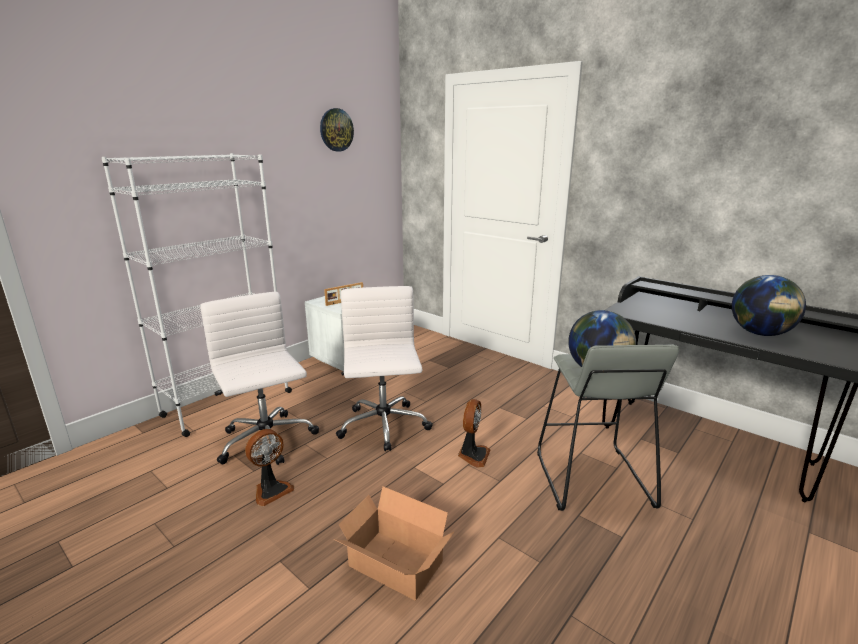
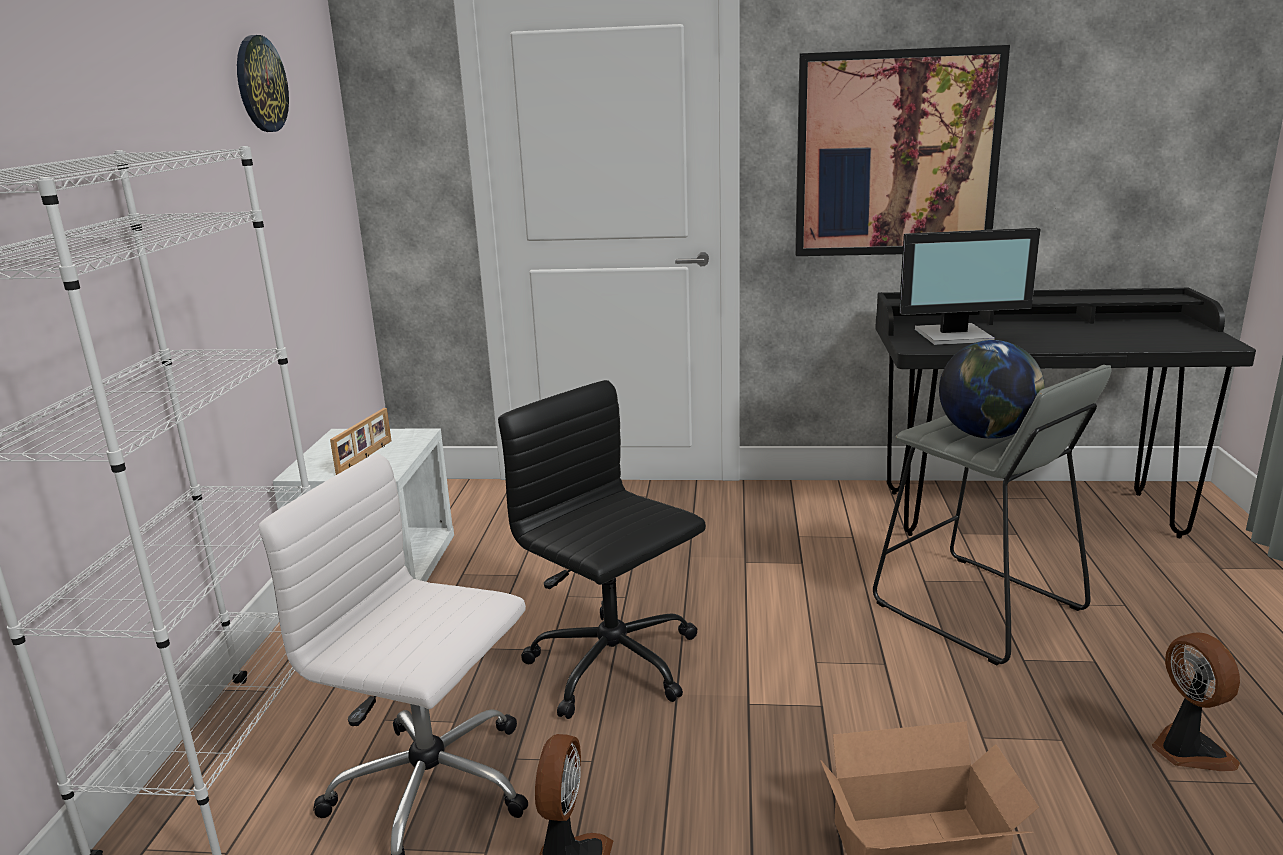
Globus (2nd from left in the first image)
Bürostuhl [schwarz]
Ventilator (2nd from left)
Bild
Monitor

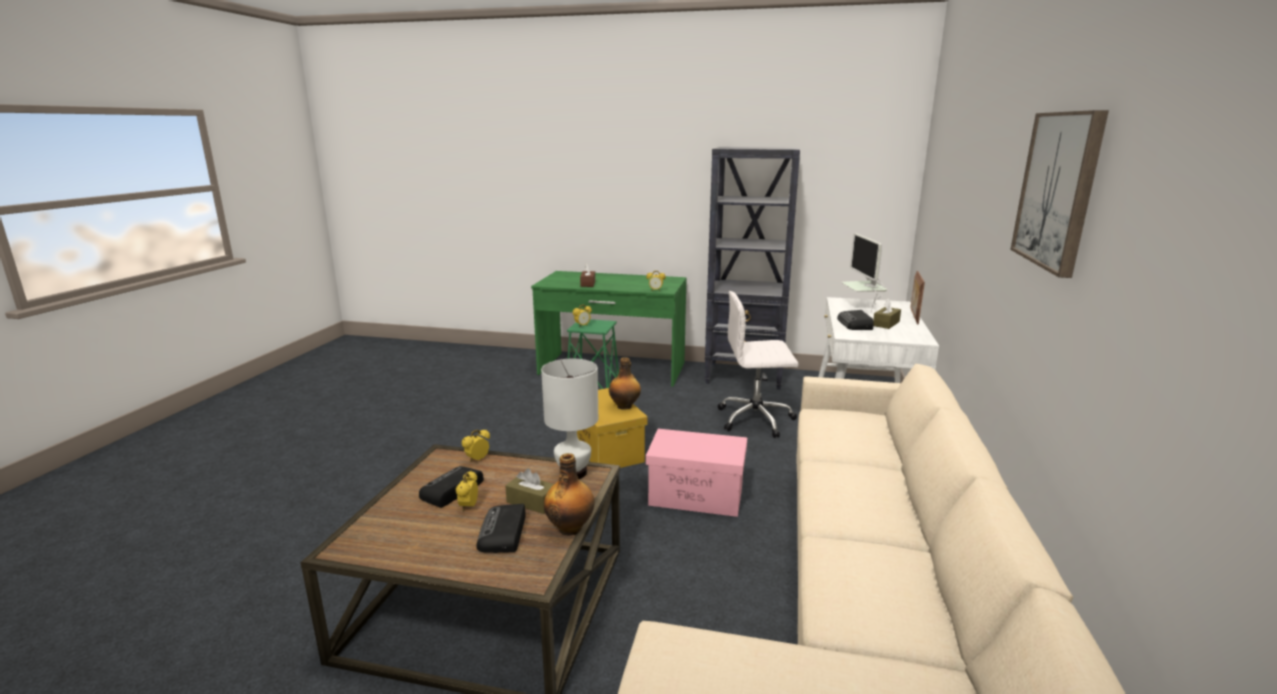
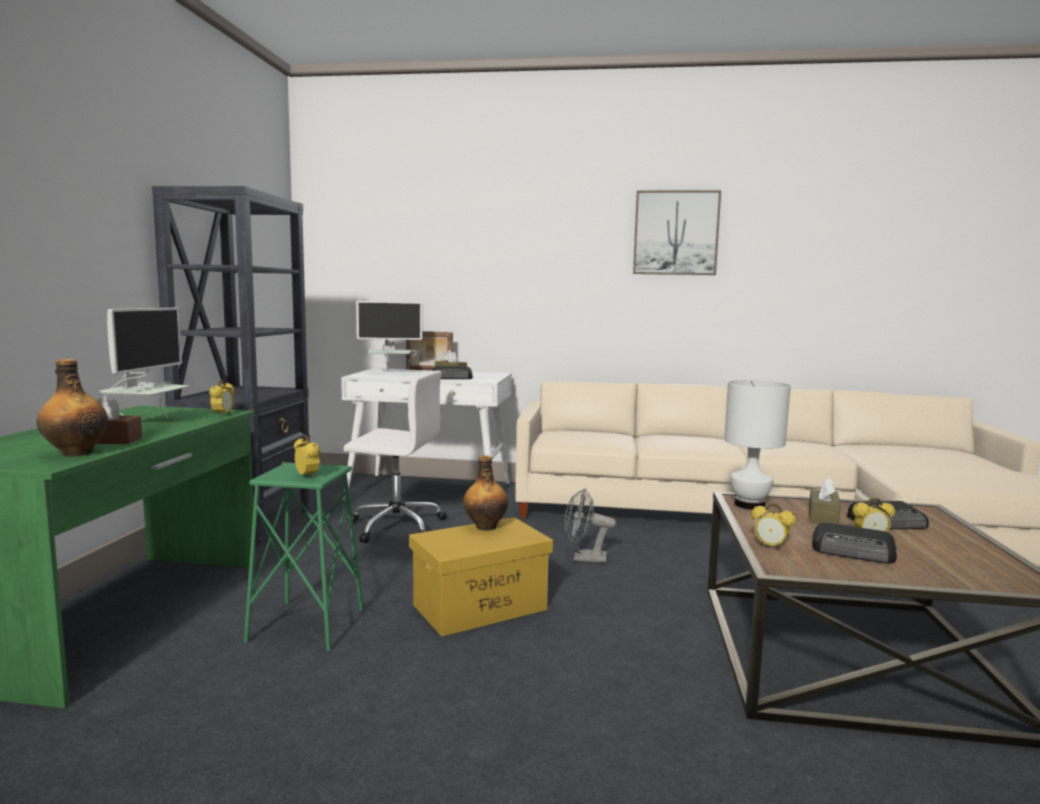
Bürostuhl [weiß]
Ventilator [grau]
Flasche (1st from left)
Monitor (1st from left)

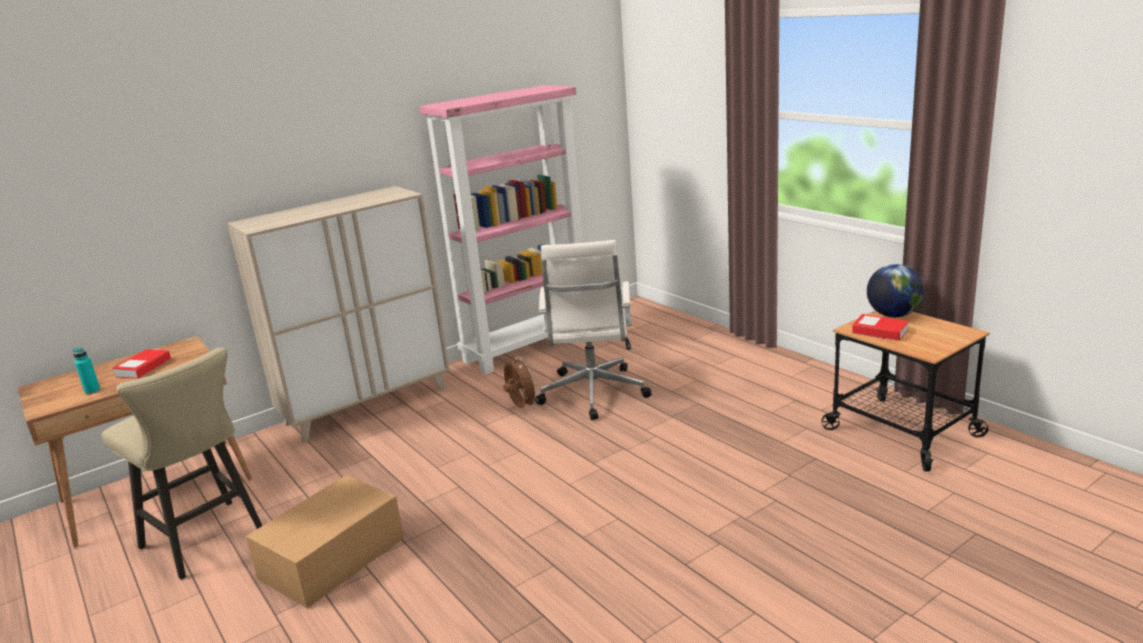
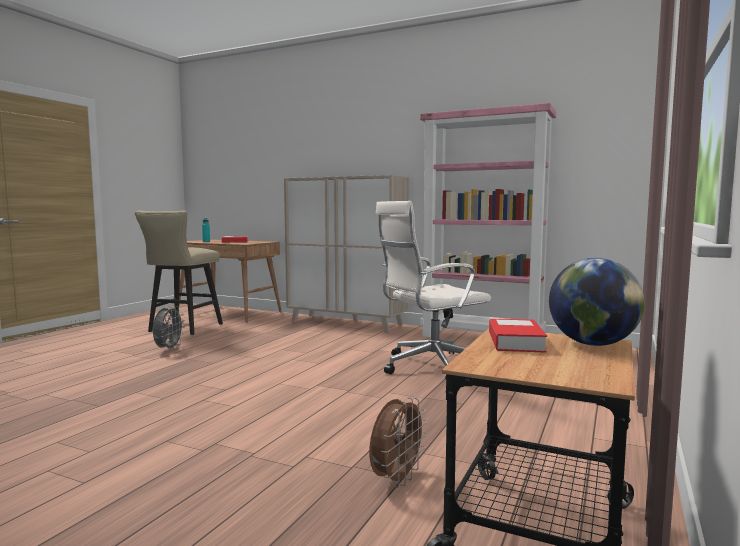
Ventilator [braun]
Ventilator [grau]

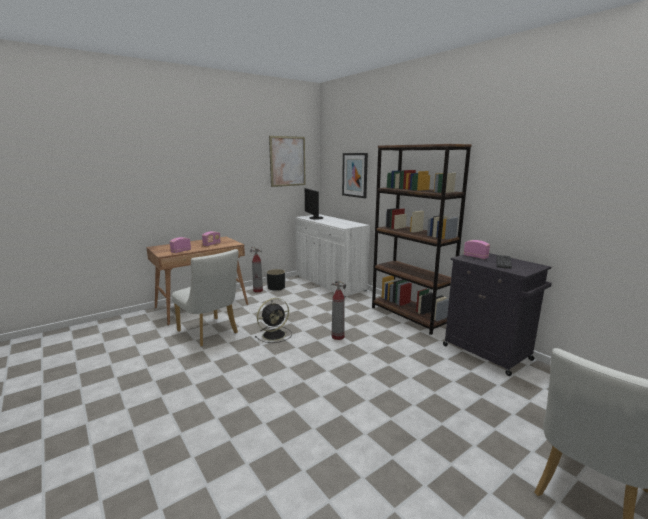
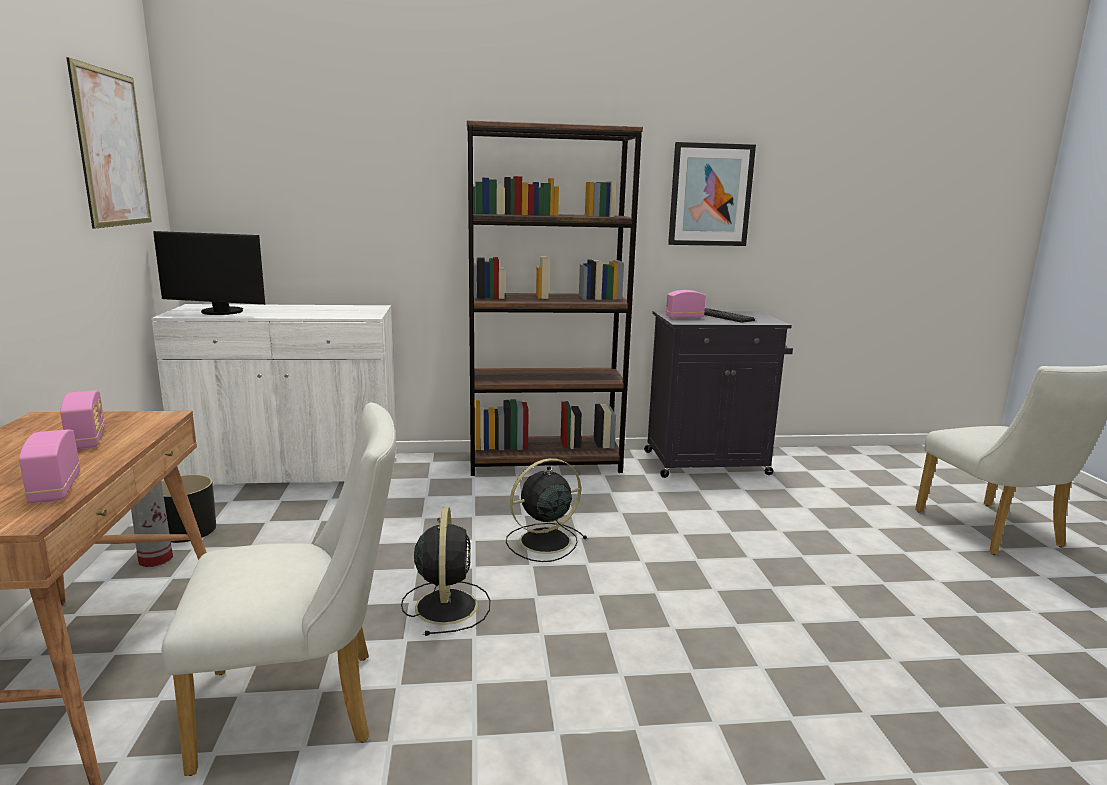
Bild (2nd from left)
Ventilator [schwarz] (2nd from left)

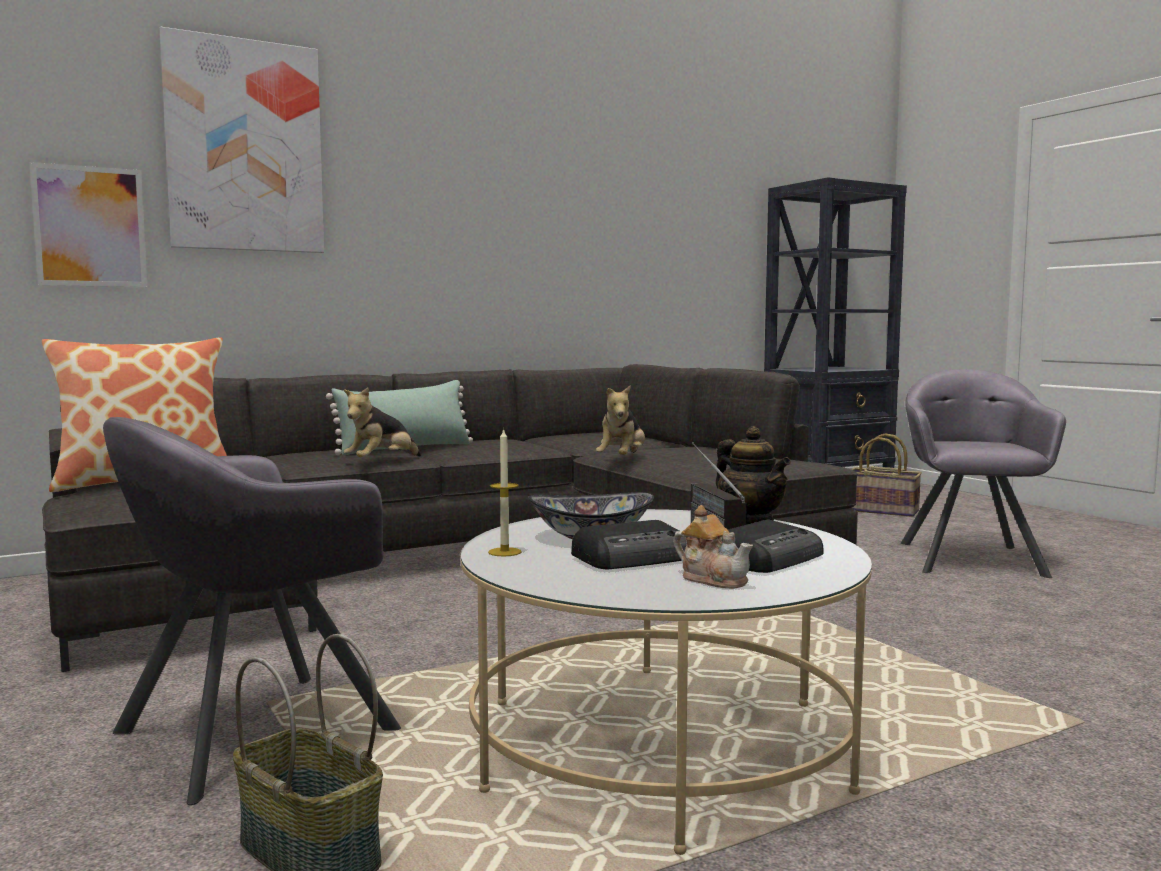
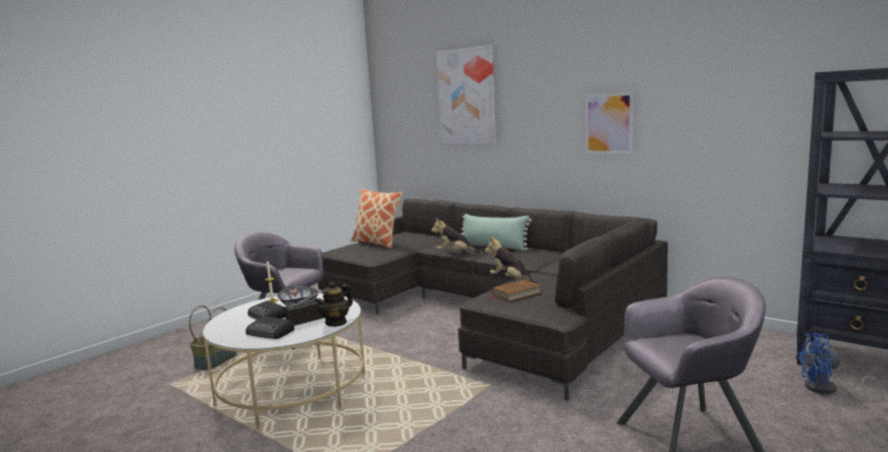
Bild (2nd from left)
Plüschtier (2nd from left)
Ventilator [blau]
Teekanne (1st from left in the first image)
Buch [braun]

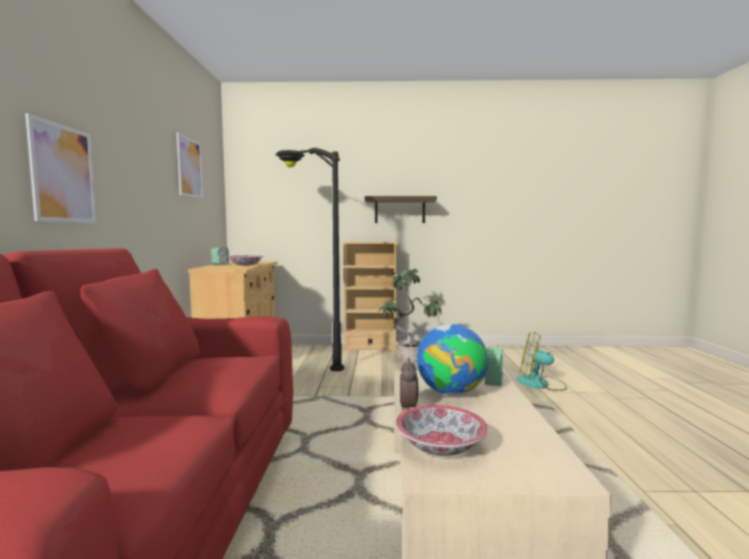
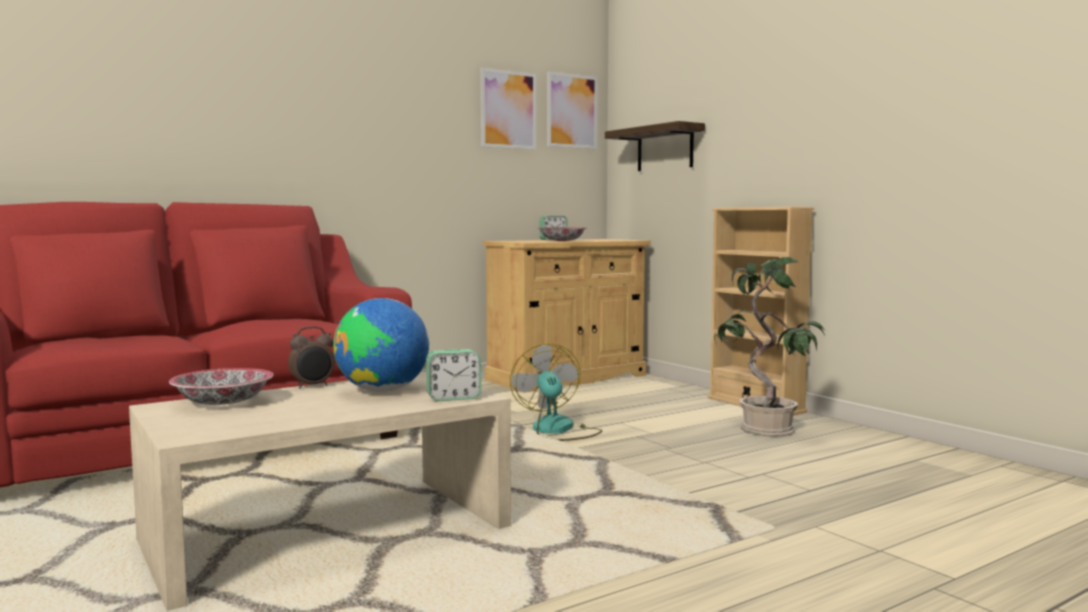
Bild (2nd from left)
Stehlampe [schwarz]
Wandregal
Ventilator

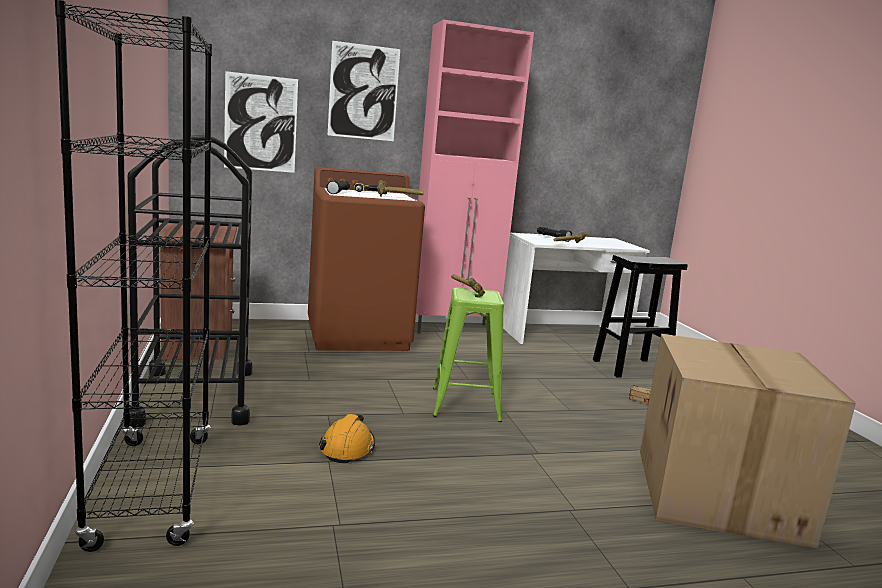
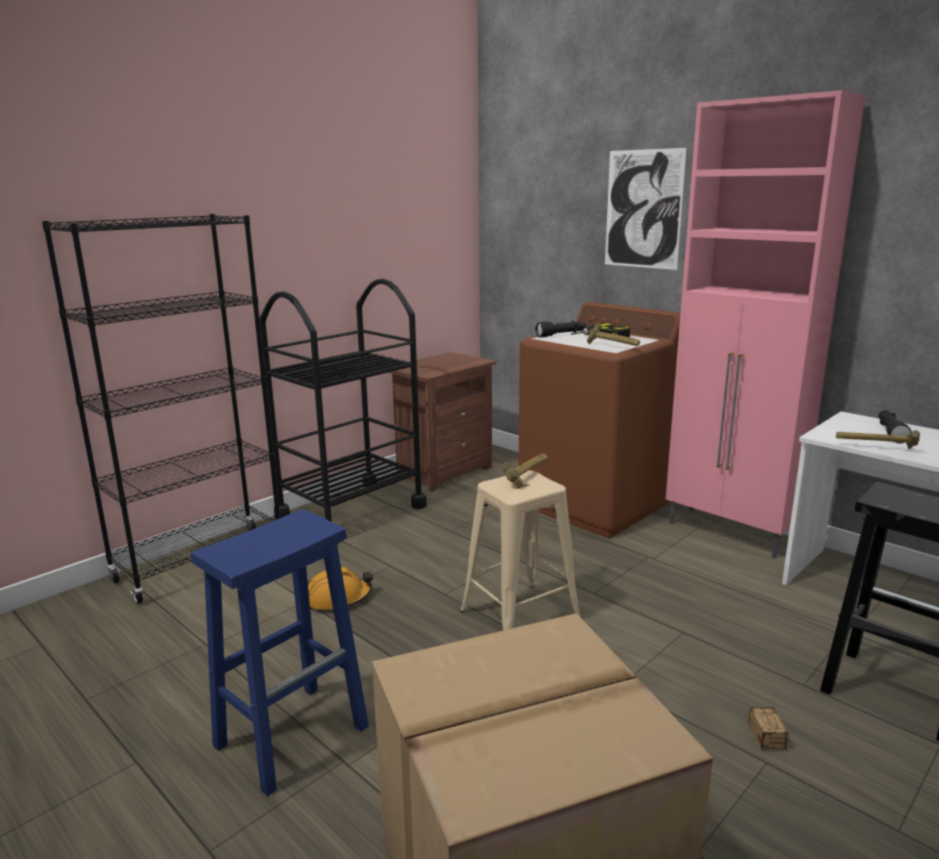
Bild (1st from left in the first image)
Hocker [beige]
Hocker [blau]

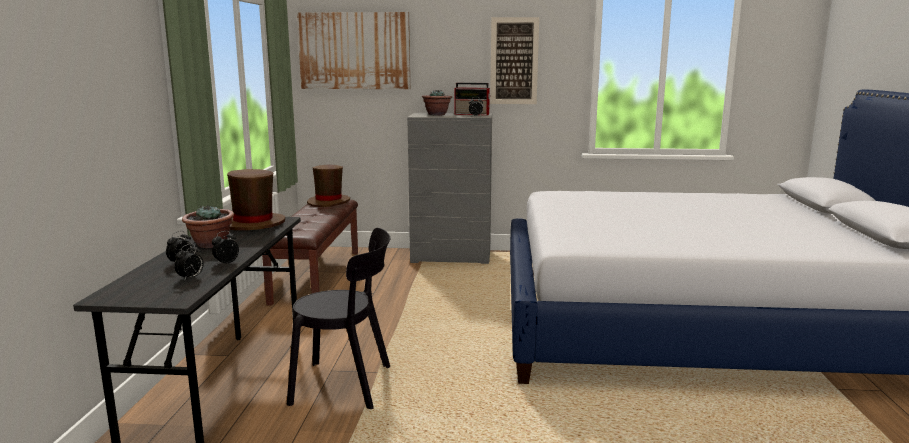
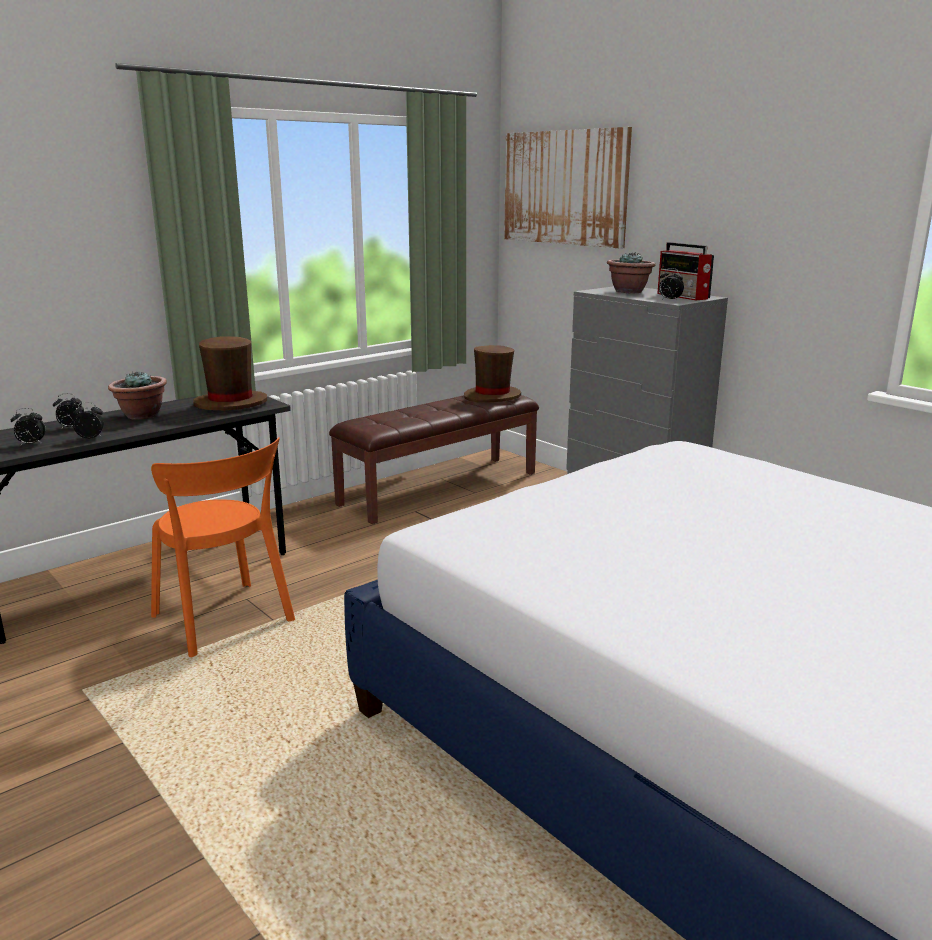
Bild (2nd from left in the first image)
Stuhl [orange]

